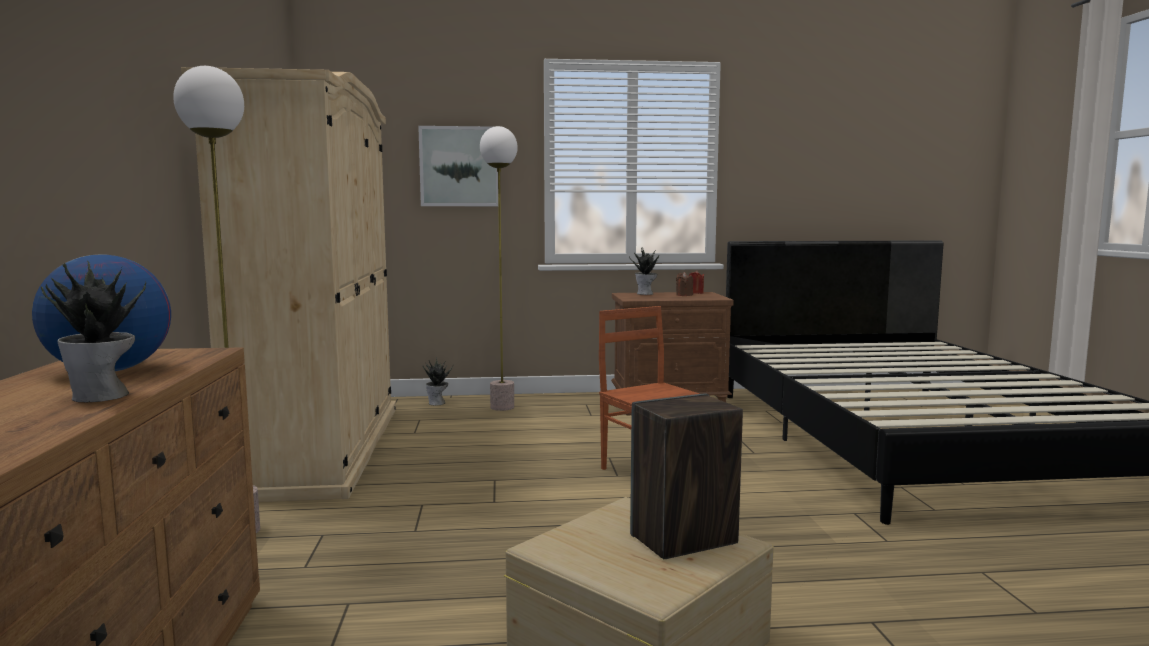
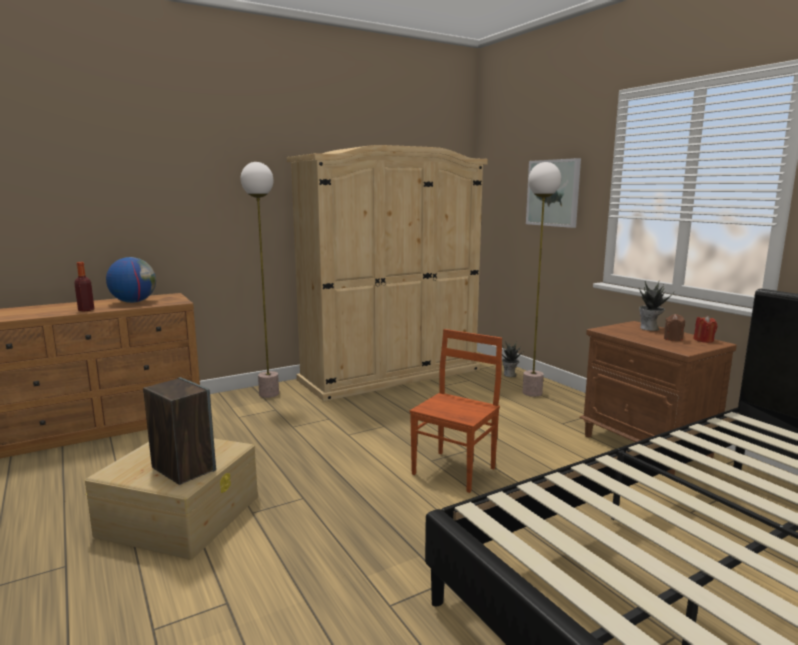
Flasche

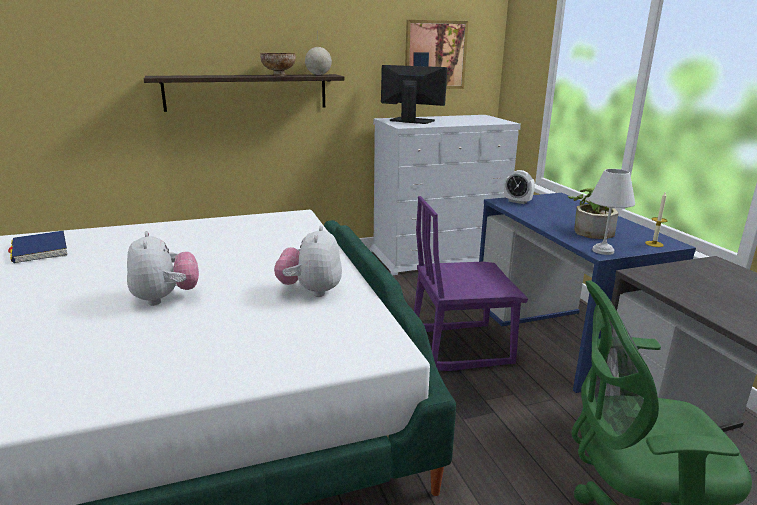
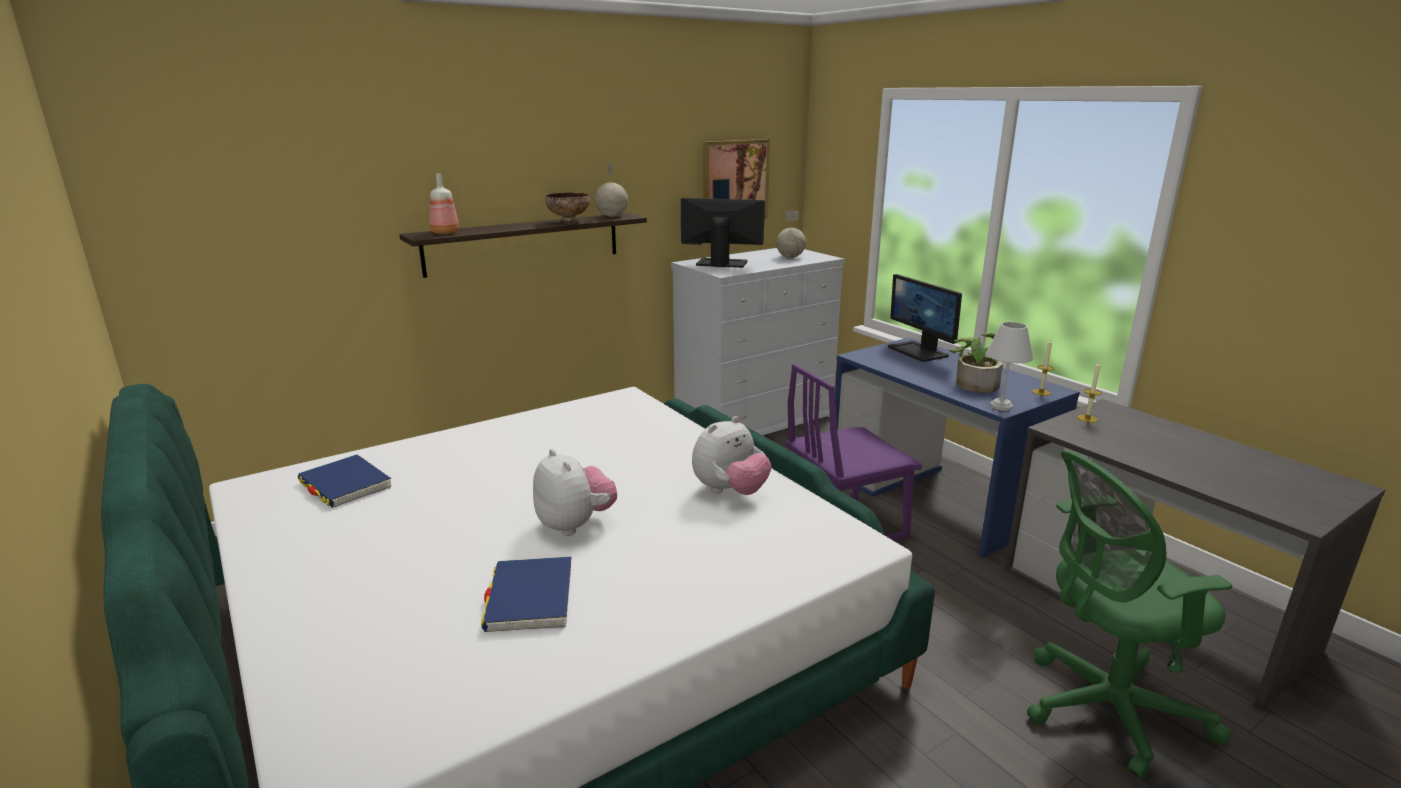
Wecker
Plüschtier (2nd from left)
Flasche
Globus (2nd from left)
Monitor (2nd from left)
Kerze (2nd from left)
Buch [blau] (2nd from left)

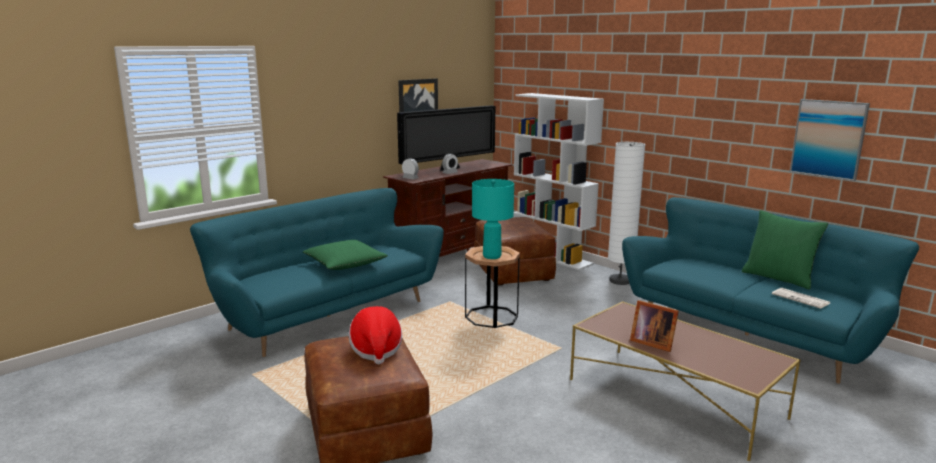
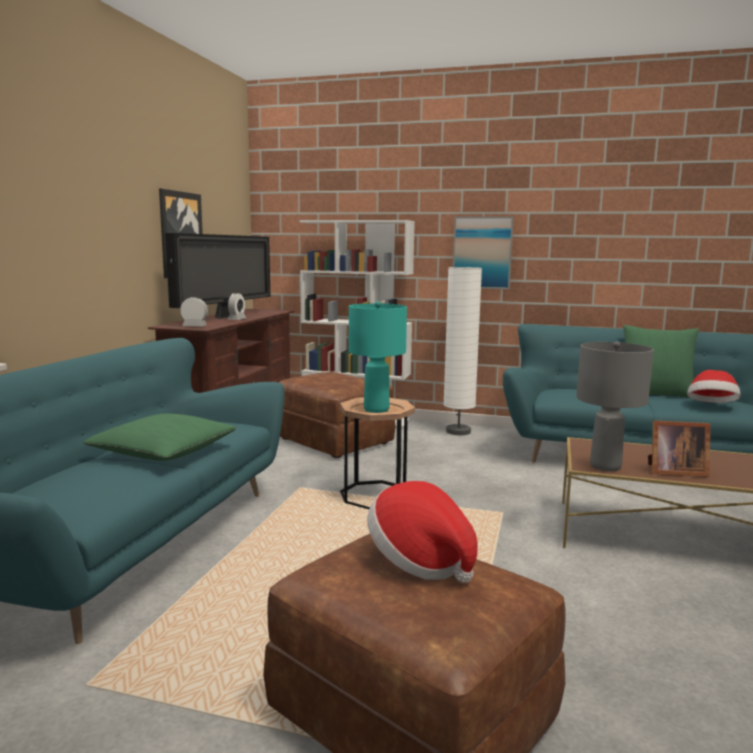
Bild (2nd from left)
Hut (2nd from left)
Tischlampe [grau]

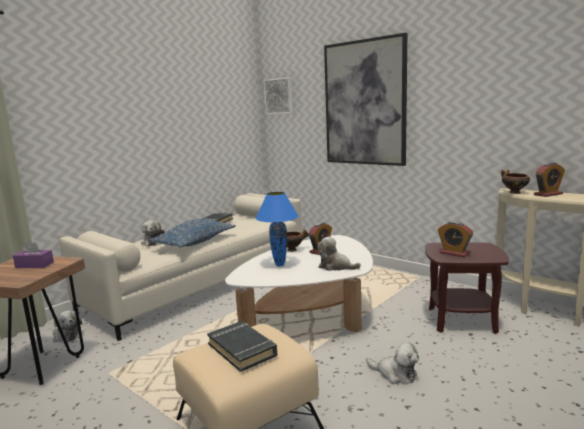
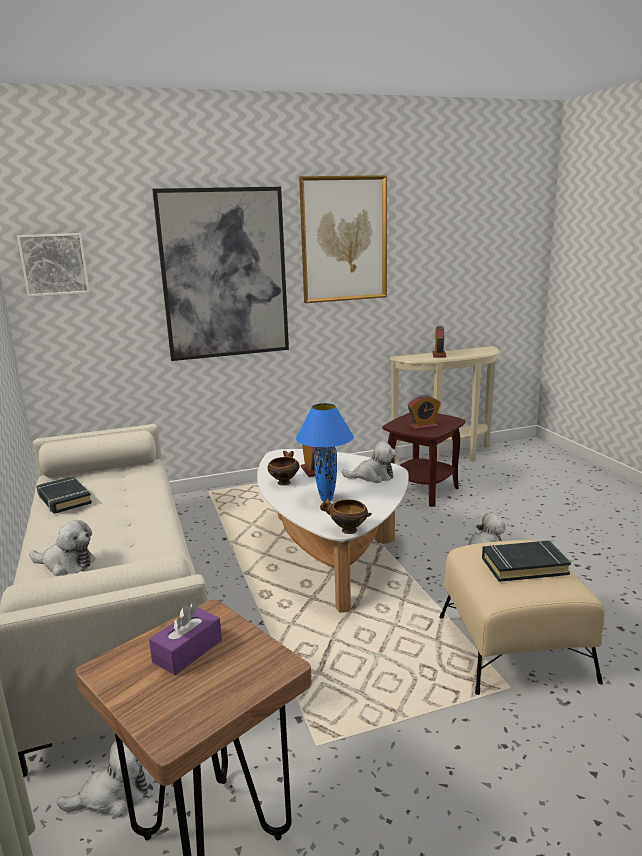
Schüssel (2nd from left)
Kissen [blau]
Plüschtier (3rd from left)
Bild (3rd from left)

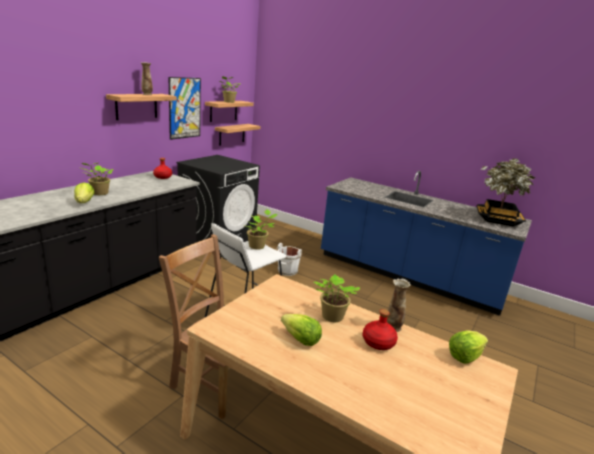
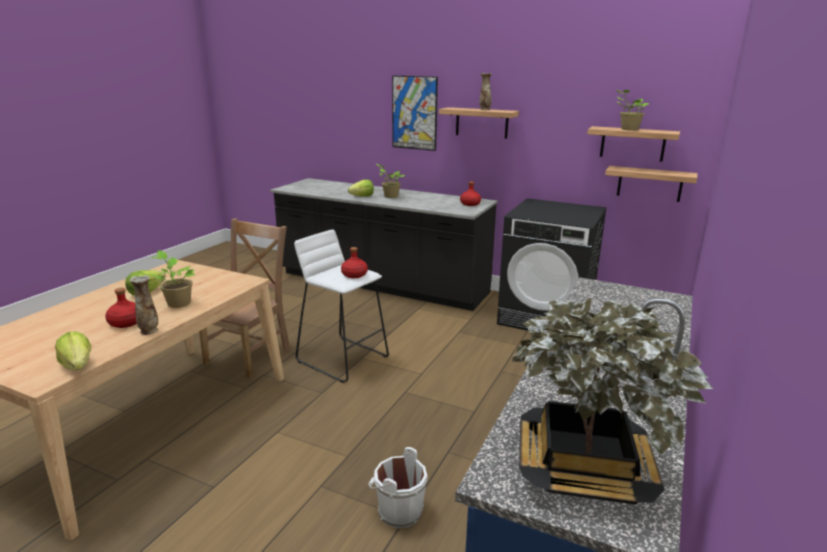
Bild
Flasche [rot] (2nd from left)
Eimer [weiß]

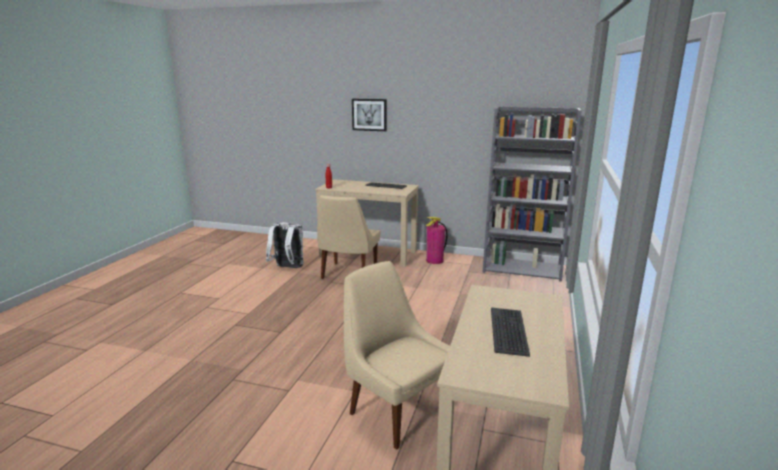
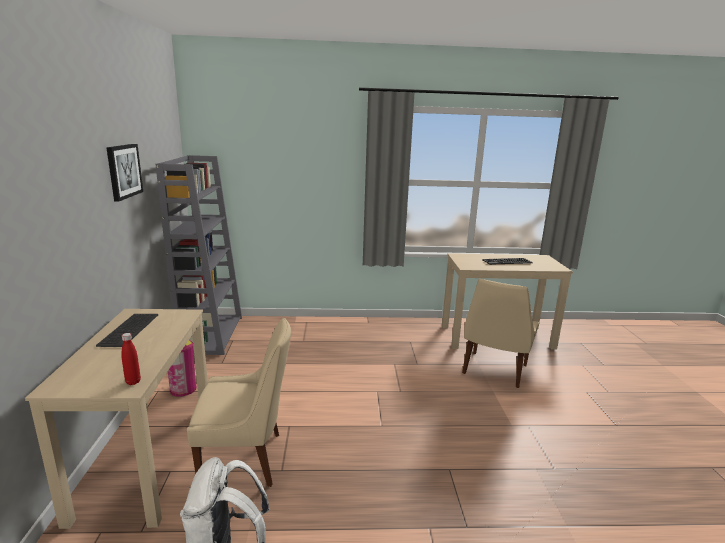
Bild

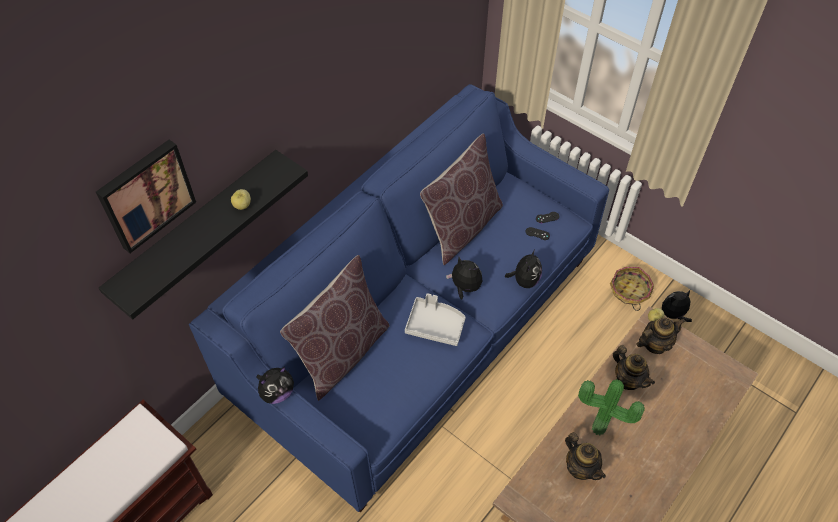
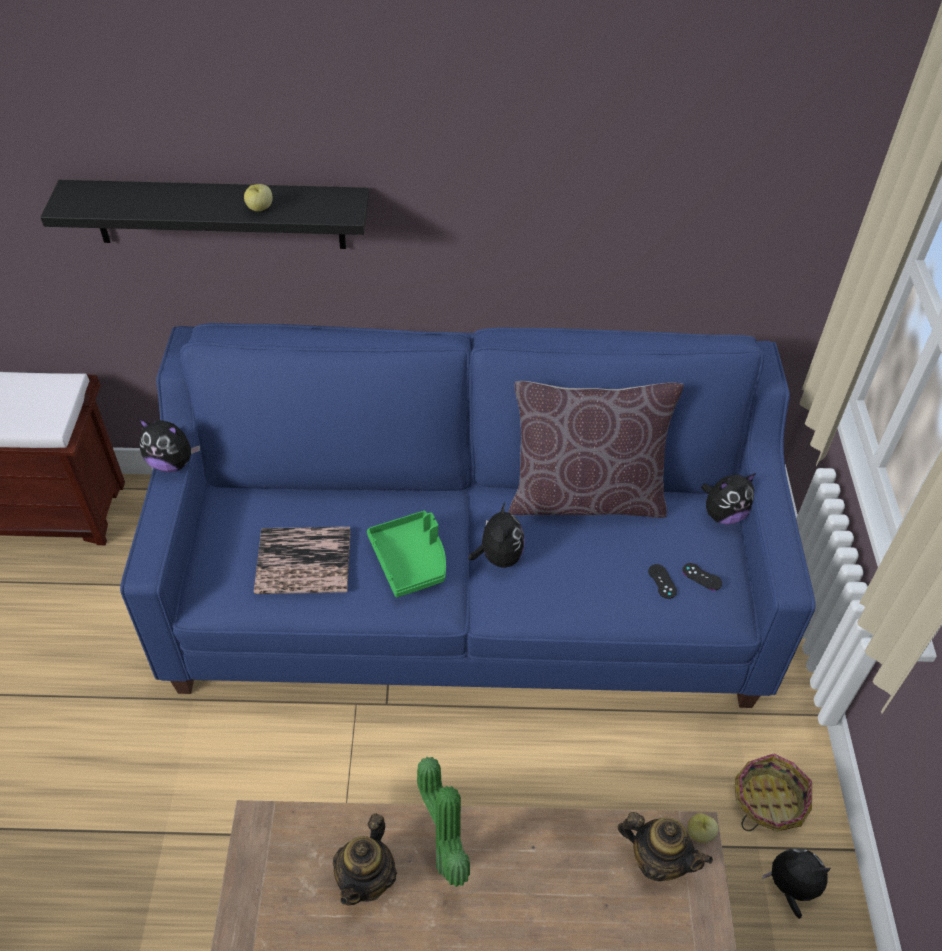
Bild
Plüschtier (3rd from left)
Kissen [braun] (1st from left in the first image)
Tablett [grün]
Teekanne (2nd from left in the first image)
Buch

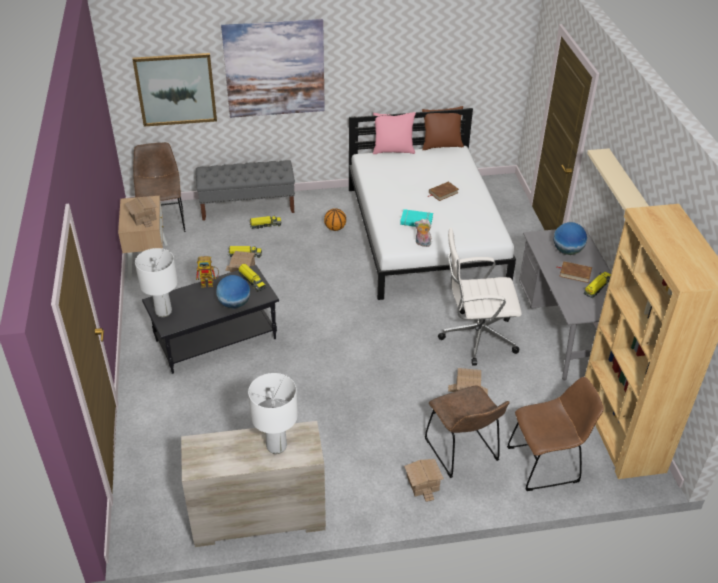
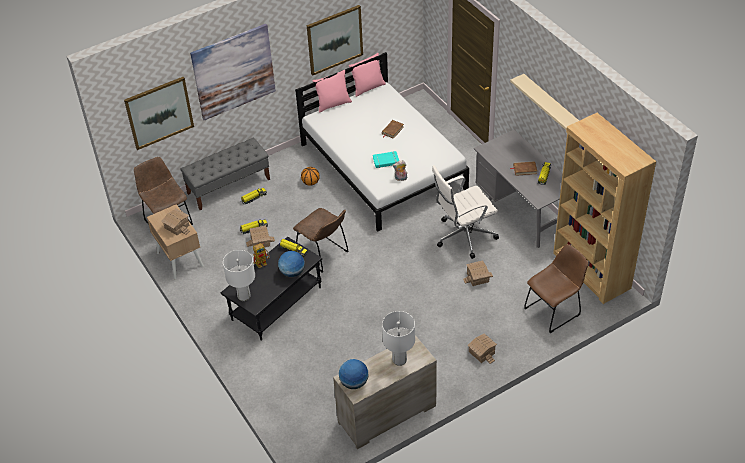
Kissen [rosa] (2nd from left)
Globus (2nd from left)
Stuhl [braun] (2nd from left)
Bild (3rd from left)

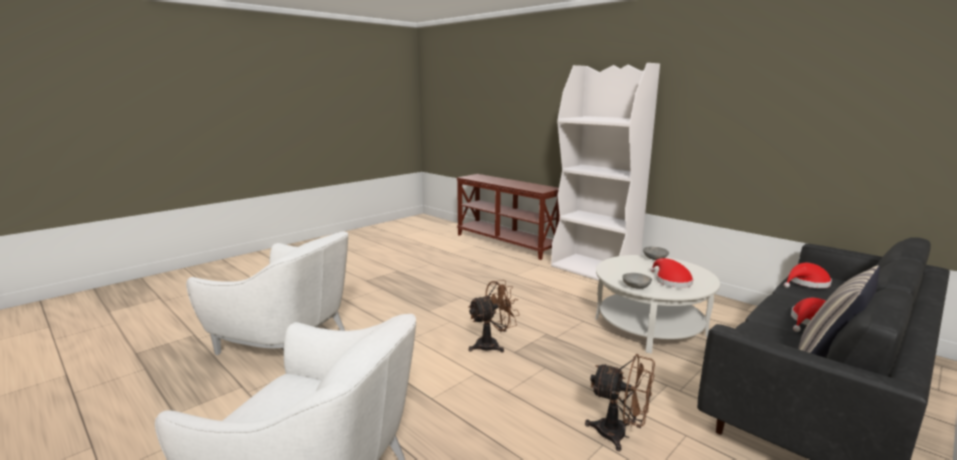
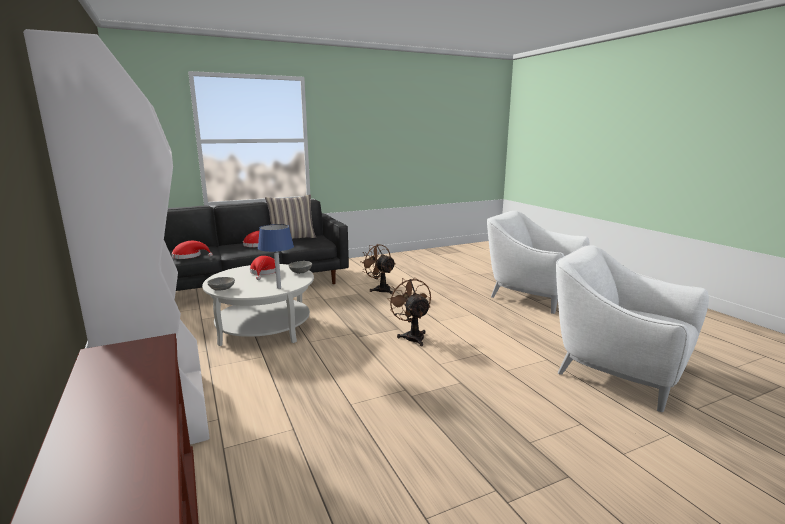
Ventilator [braun] (2nd from left)
Tischlampe [blau]

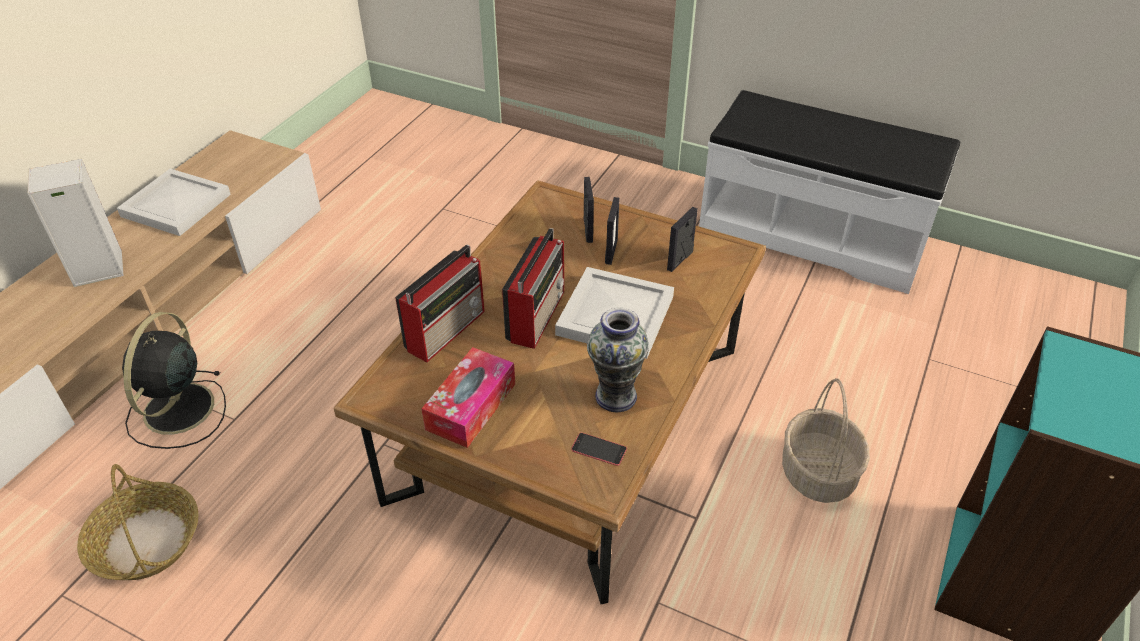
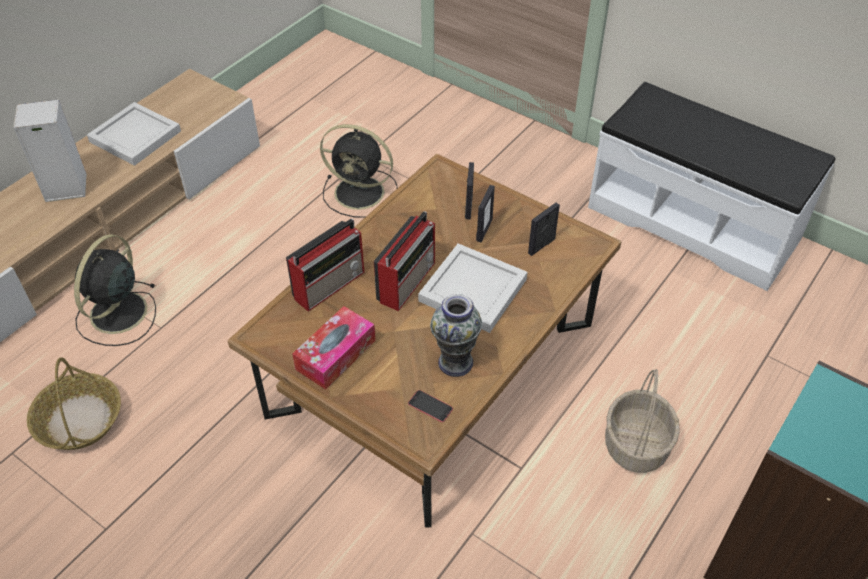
Ventilator [schwarz] (2nd from left)

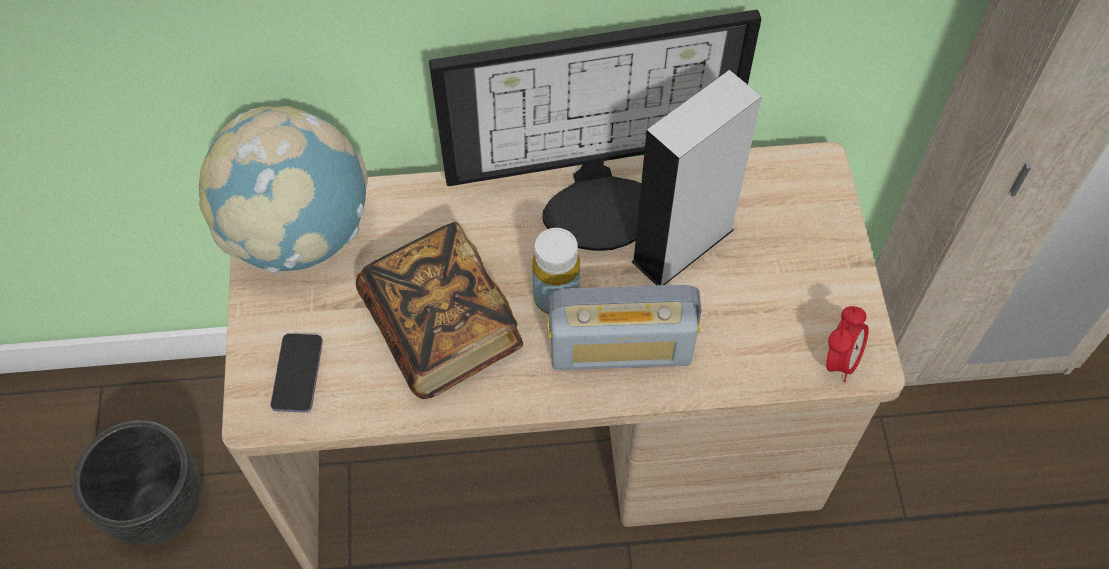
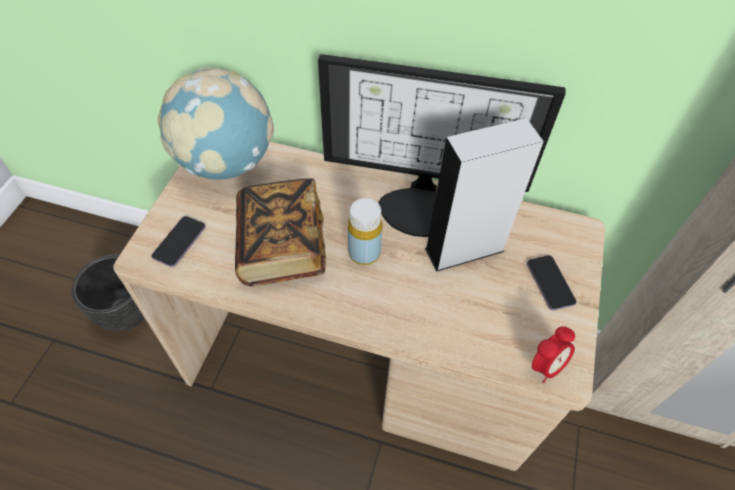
Radio
Handy (2nd from left)

